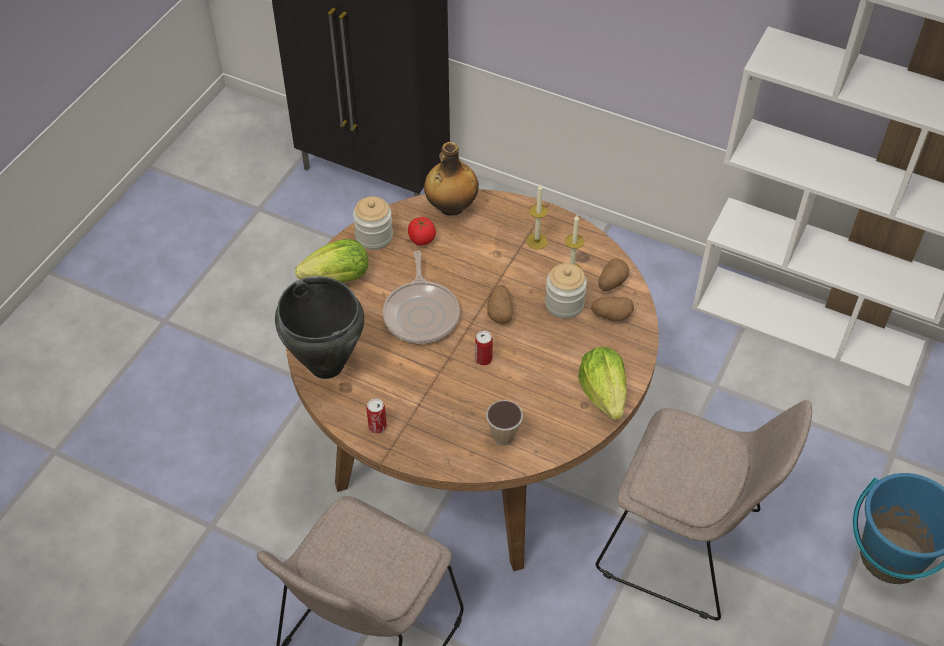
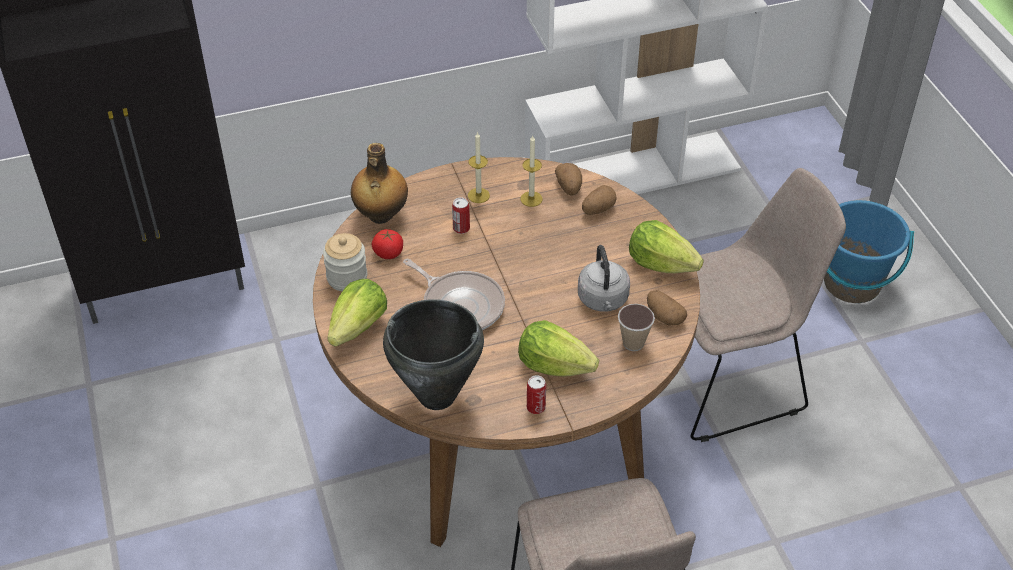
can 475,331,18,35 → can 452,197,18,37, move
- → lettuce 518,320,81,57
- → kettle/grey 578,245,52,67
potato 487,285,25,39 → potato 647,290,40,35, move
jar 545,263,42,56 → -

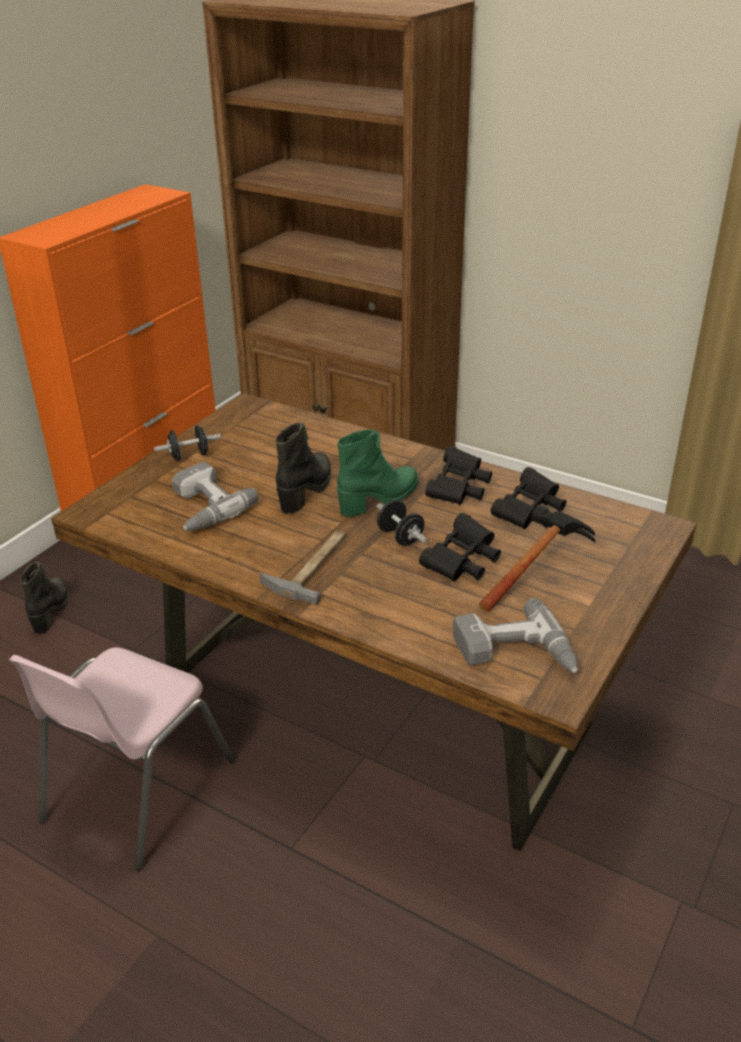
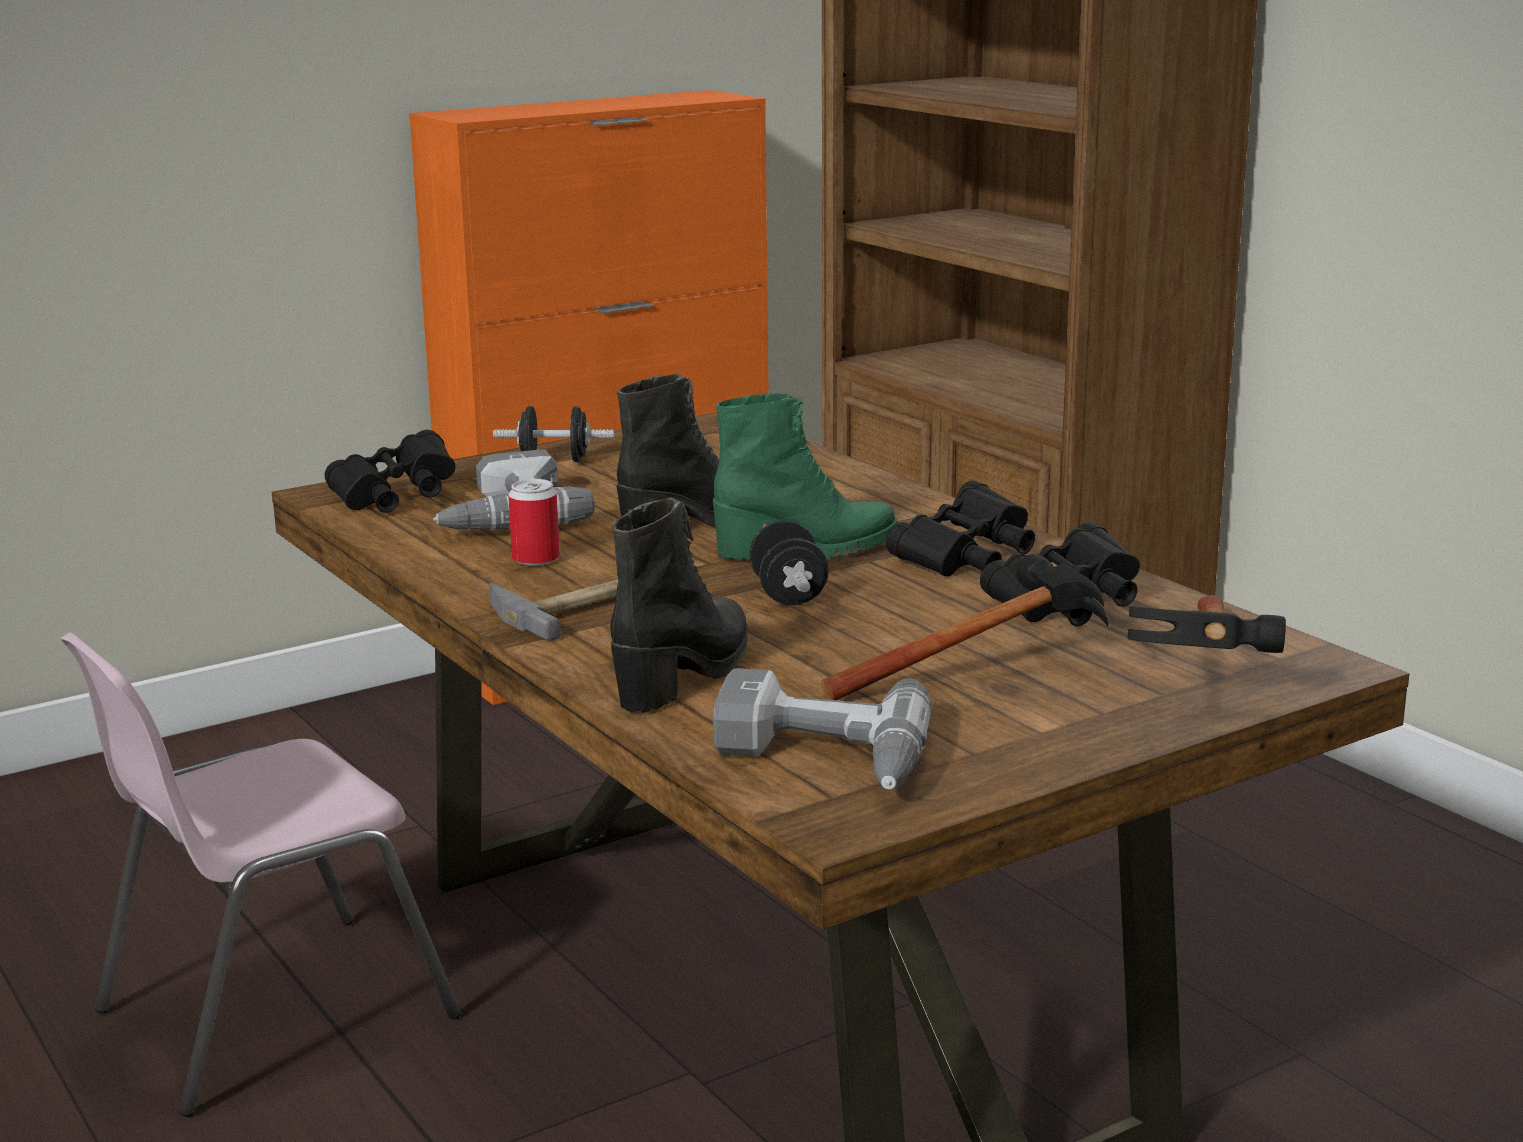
binoculars/black 419,513,82,68 → binoculars/black 324,430,132,83, move
- → can 508,479,52,87
boot/black 20,561,49,73 → boot/black 610,498,137,215, move
- → hammer 1127,595,159,58

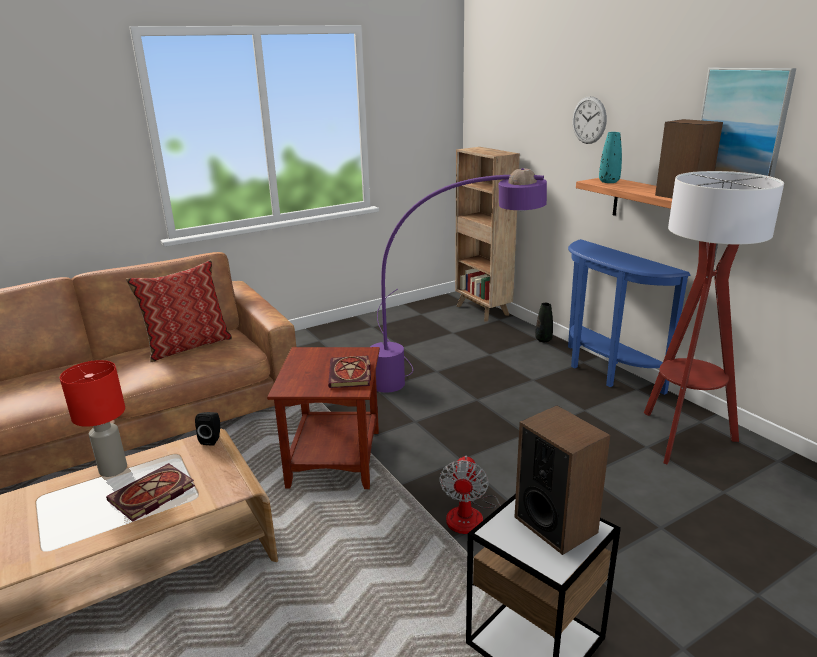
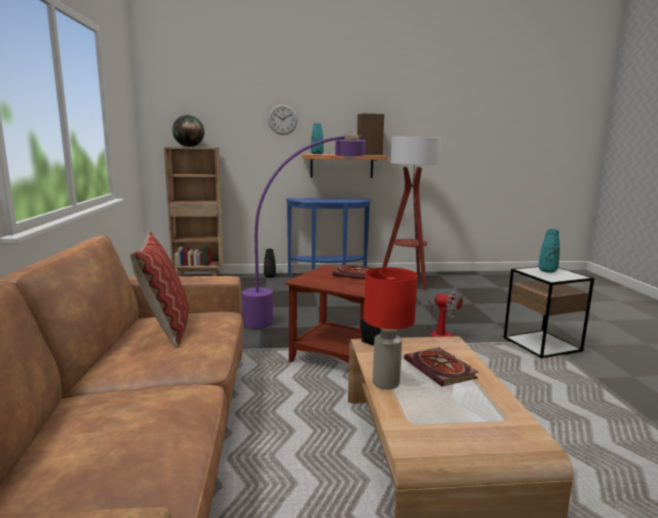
- → globe 172,115,32,32
speaker 514,405,96,150 → vase/turquoise 538,229,22,44
picture 700,67,96,110 → -

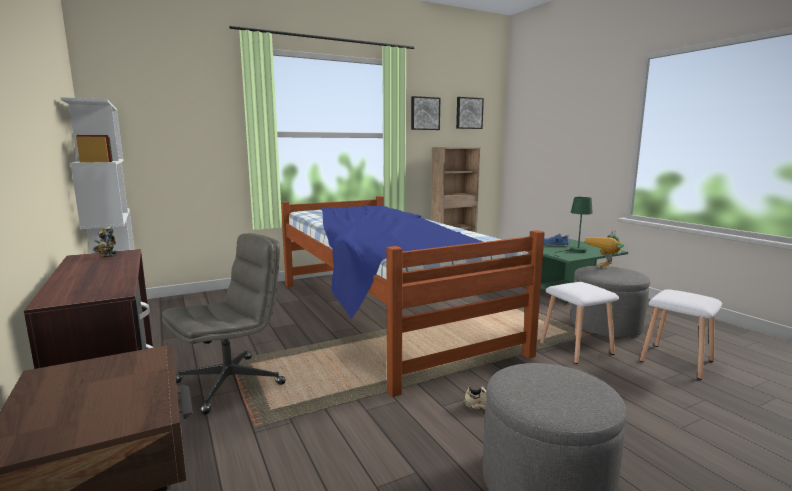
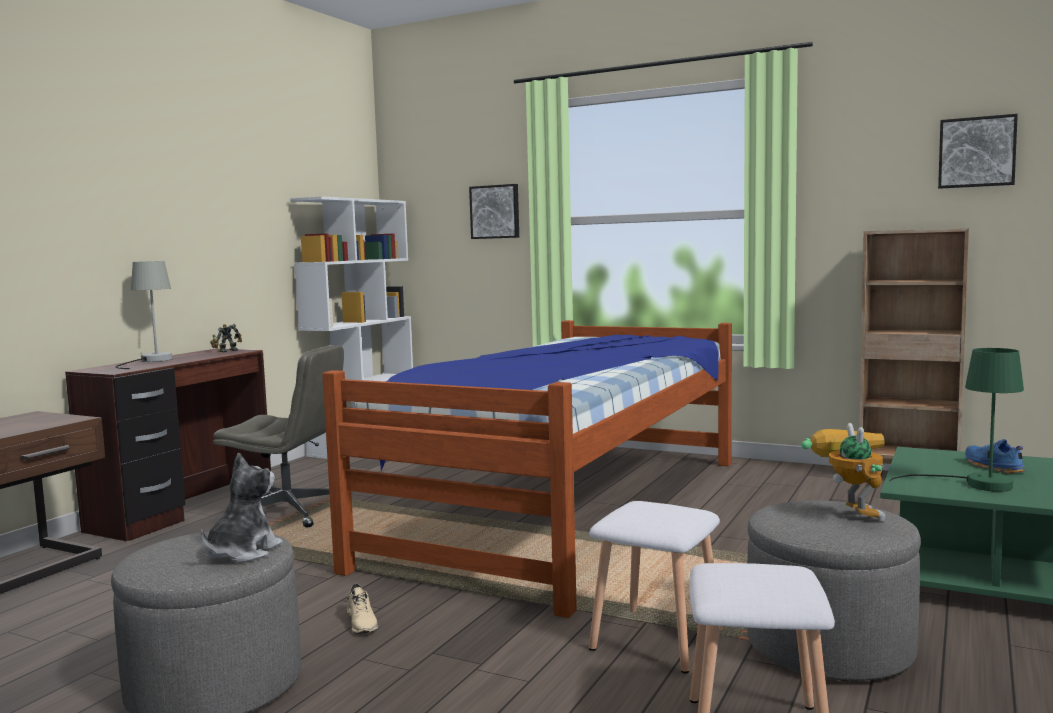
- → table lamp/grey 116,261,56,108
- → plush toy 201,453,82,110
picture 411,96,29,34 → picture 469,184,50,55, move
toy robot 585,229,39,39 → toy robot 801,423,85,98, 75 degrees clockwise

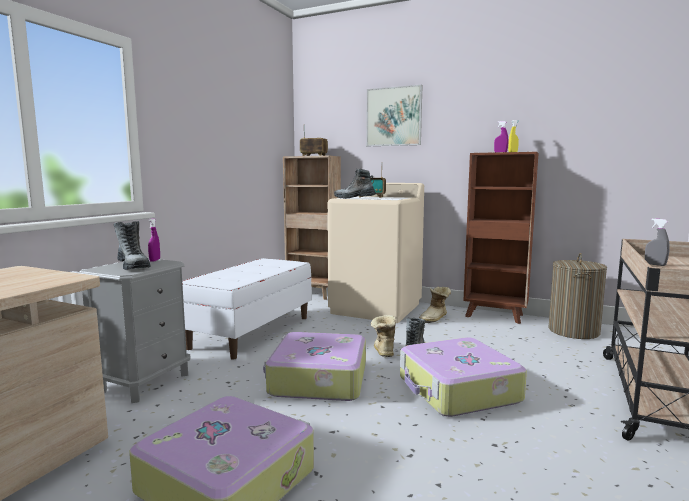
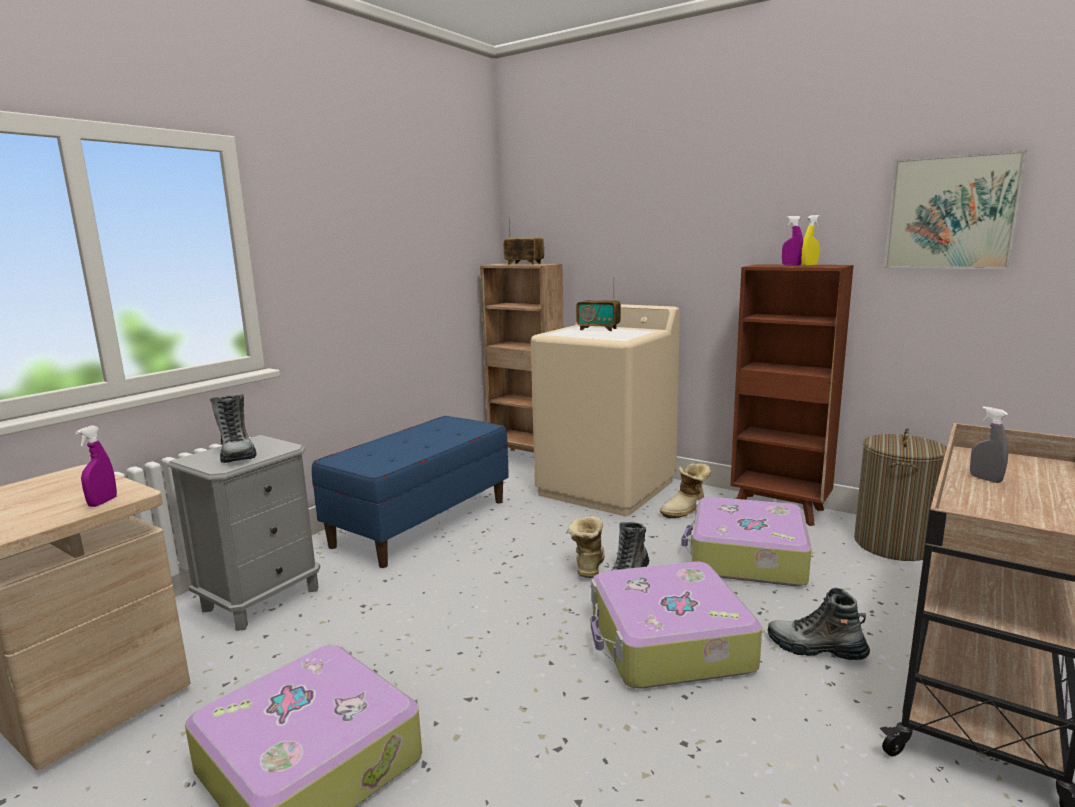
spray bottle/purple 148,218,12,44 → spray bottle/purple 75,425,42,82, move
bench/white 182,258,130,101 → bench/blue 312,416,197,152
suitcase 263,332,103,69 → suitcase 681,497,131,89, move
boot 334,169,42,30 → boot 767,588,103,72, move
picture 366,85,57,61 → picture 884,150,143,119, move

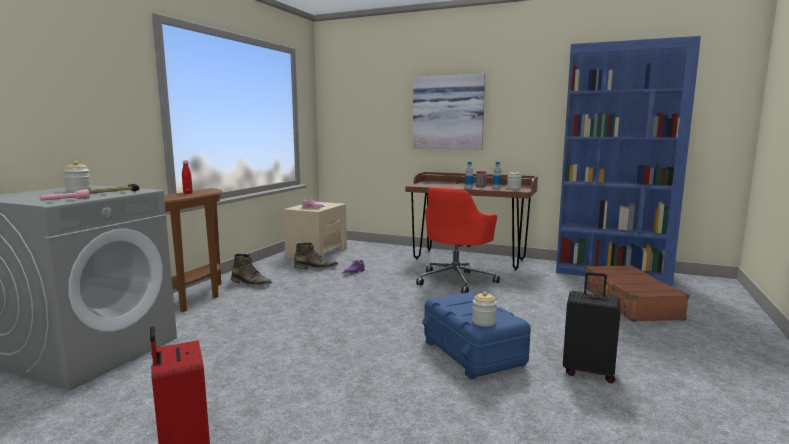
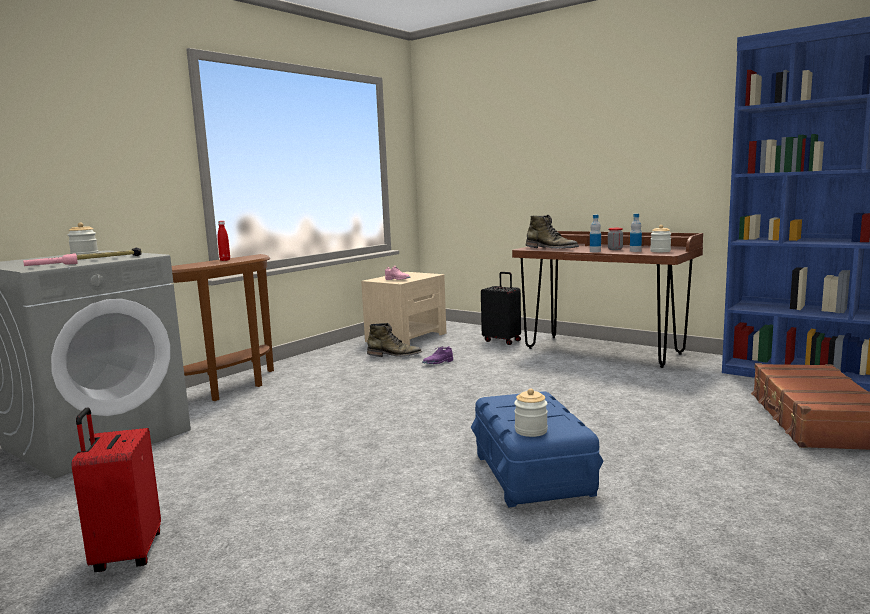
suitcase/black 563,272,58,111 → suitcase/black 481,272,40,73, move
boot/green 231,254,41,32 → boot/green 526,215,53,33, move
picture 413,74,72,76 → -
office chair/red 416,187,84,106 → -

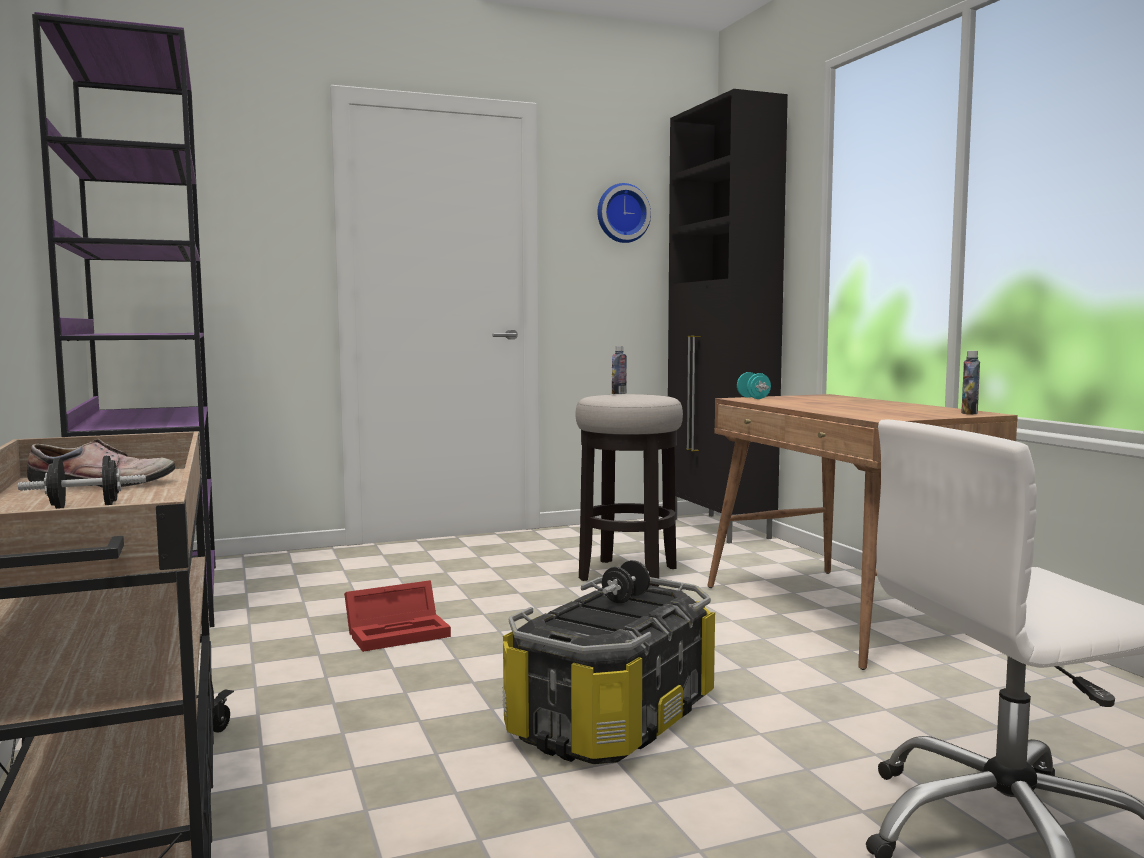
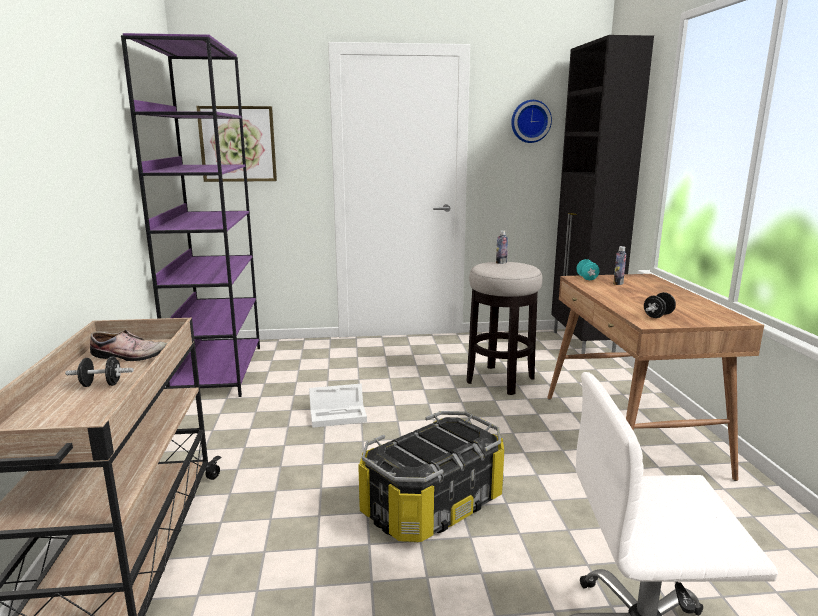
- → picture 196,106,81,76
storage box/red 344,580,107,72 → storage box/white 309,383,58,45
bottle 961,351,19,64 → bottle 613,246,14,39, move
dumbbell/black 602,560,48,43 → dumbbell/black 644,292,32,26, move

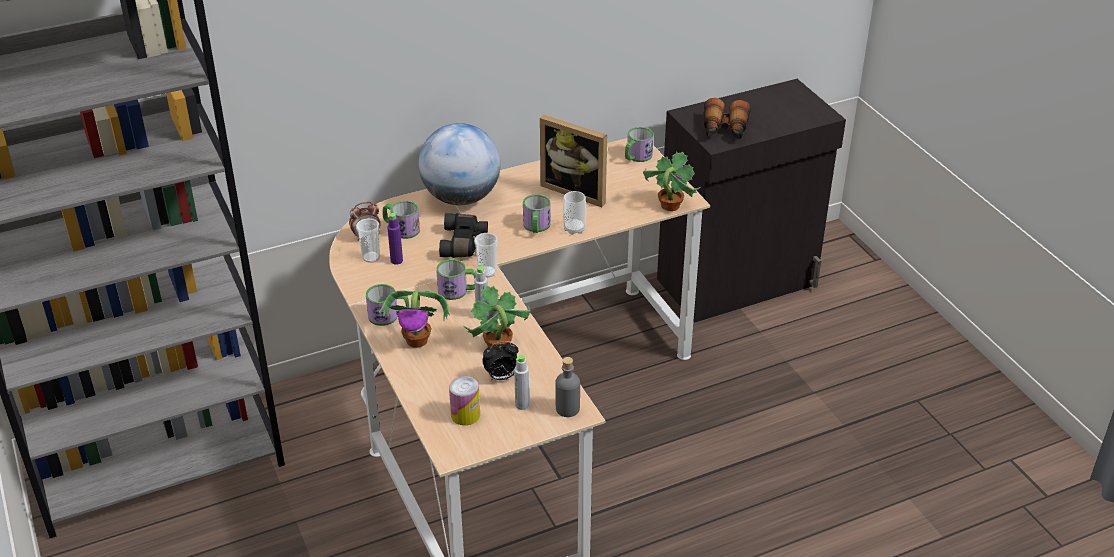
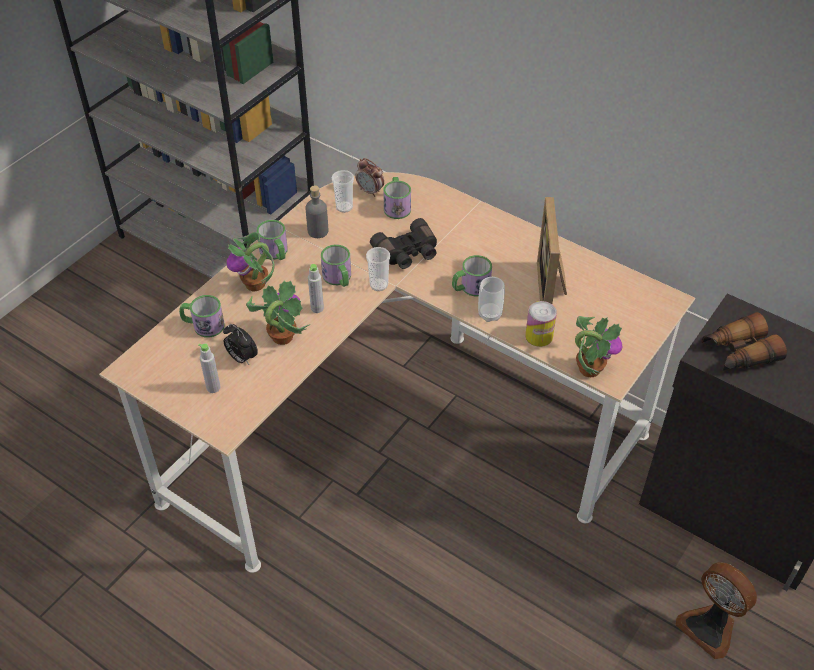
mug 625,127,29,35 → mug 179,295,46,43, move
bottle/grey 555,357,25,60 → bottle/grey 306,185,22,53, move
can 449,376,31,49 → can 525,301,32,46, move
- → fan 676,562,81,97
bottle/purple 387,212,16,53 → -
globe 418,123,82,82 → -

